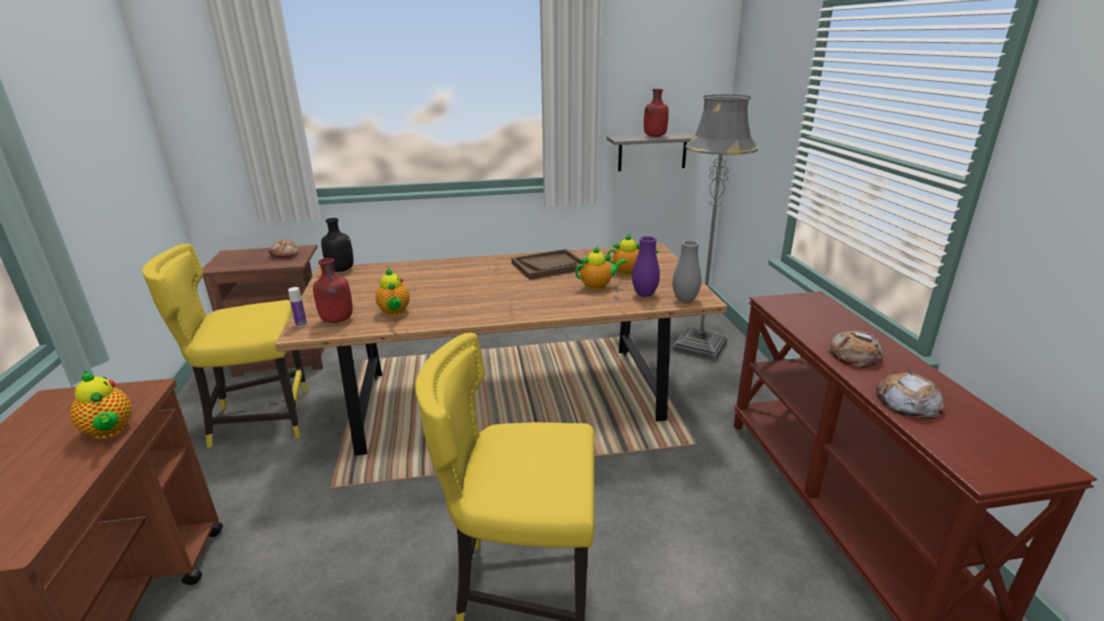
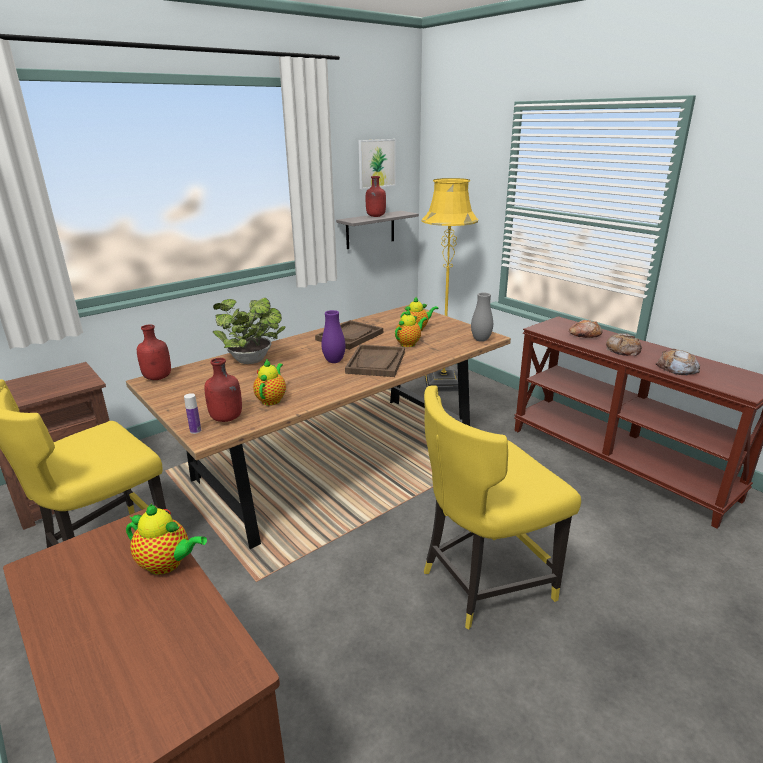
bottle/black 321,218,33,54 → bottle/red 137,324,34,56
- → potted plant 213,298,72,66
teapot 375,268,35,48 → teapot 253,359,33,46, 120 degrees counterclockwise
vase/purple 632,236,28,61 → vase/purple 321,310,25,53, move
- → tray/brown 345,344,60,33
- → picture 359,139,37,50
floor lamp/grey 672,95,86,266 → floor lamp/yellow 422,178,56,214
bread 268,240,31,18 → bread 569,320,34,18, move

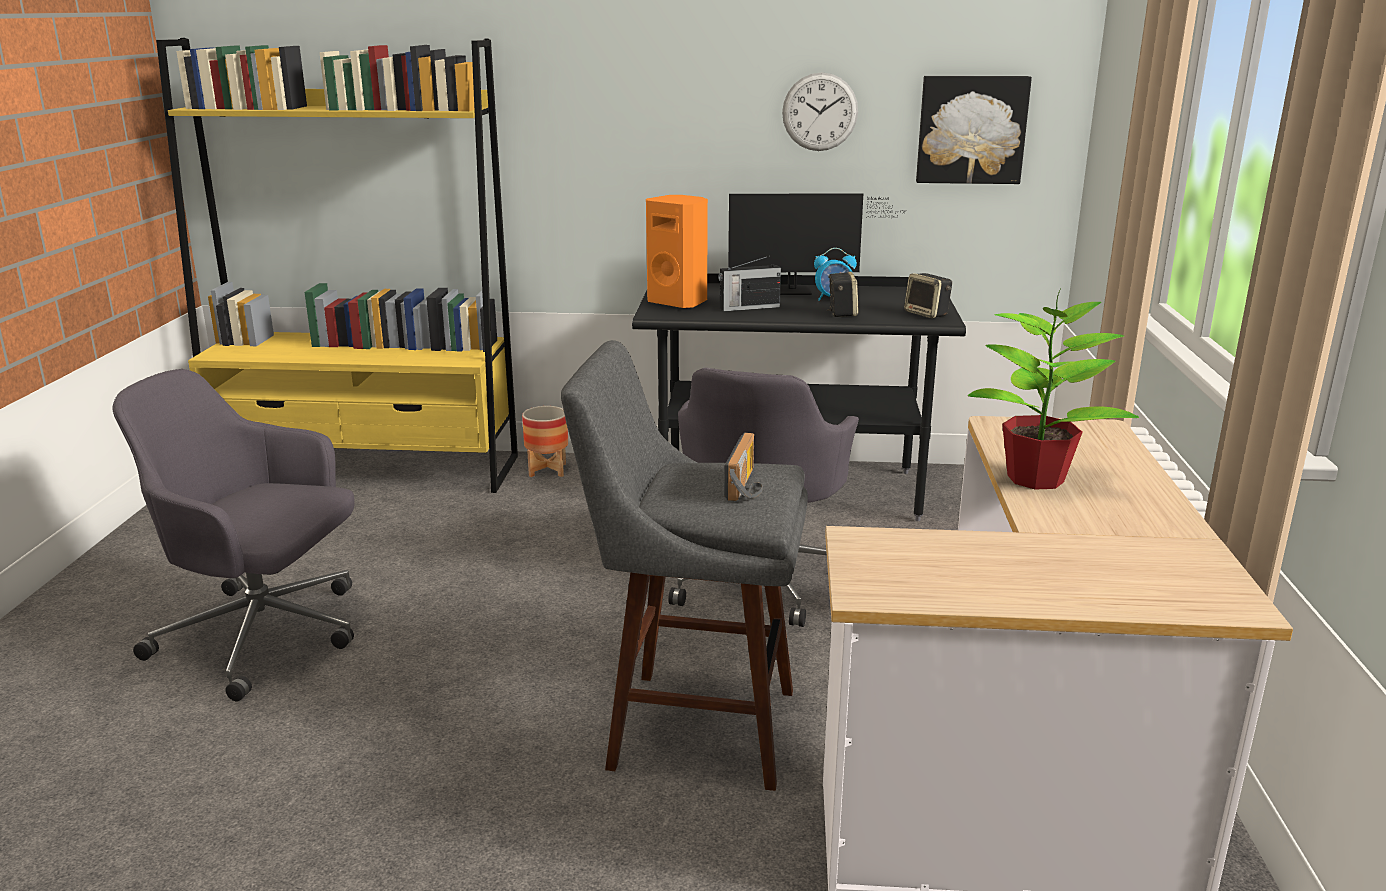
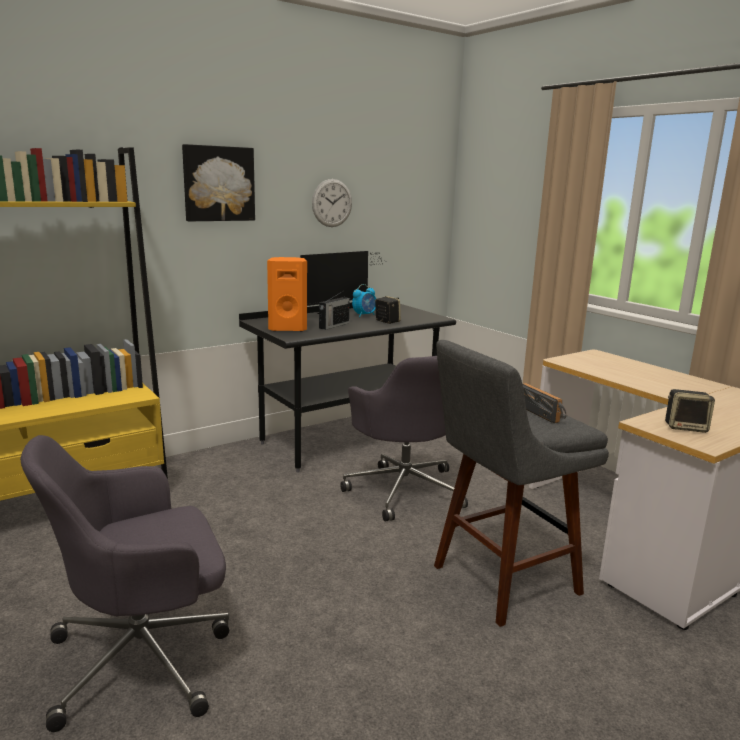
picture 916,76,116,108 → picture 182,144,73,77, move
speaker 904,273,48,45 → speaker 665,389,50,44, move
planter 522,406,46,71 → -
potted plant 968,289,171,201 → -

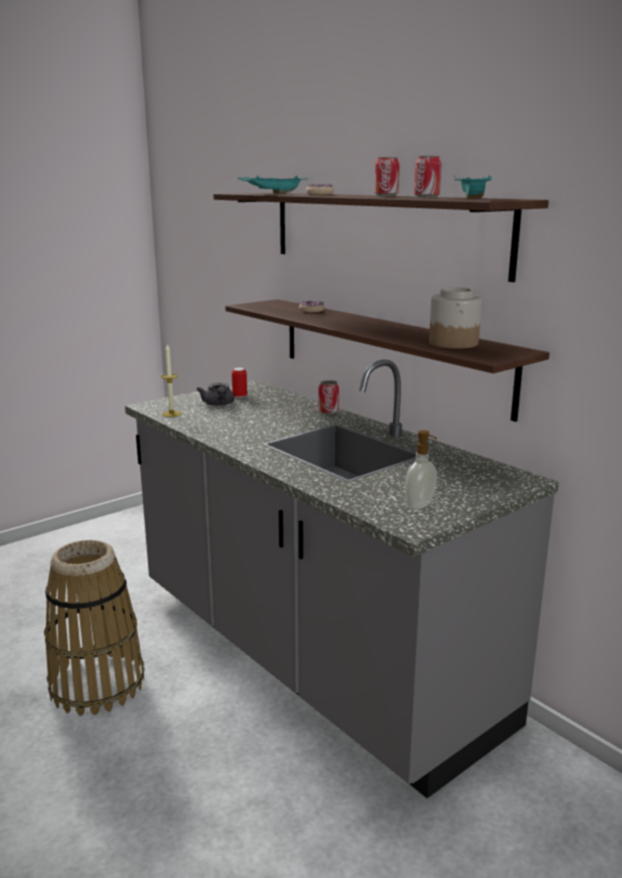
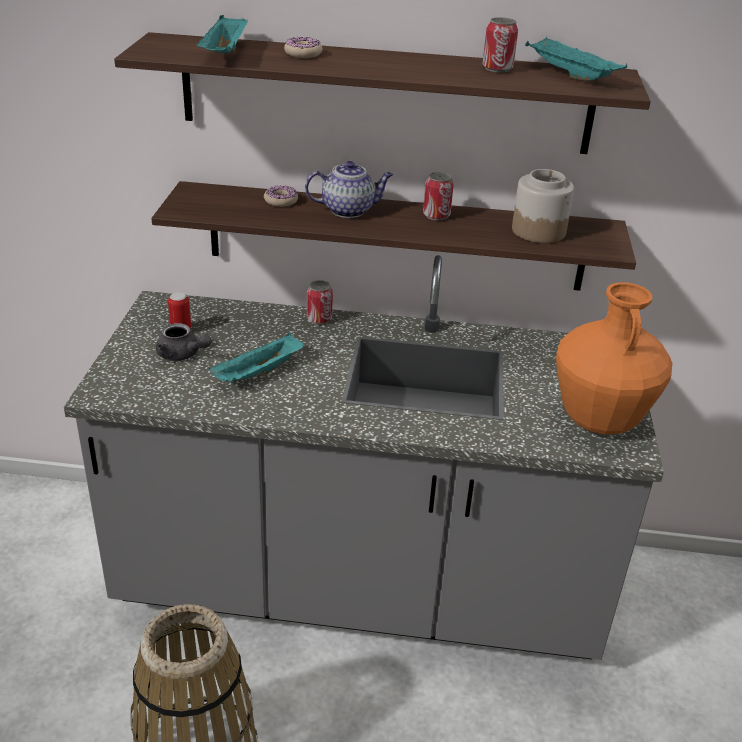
- → tray/turquoise 209,333,95,50
- → teapot 305,161,88,57
can 374,157,26,39 → can 423,172,31,48, move
soap dispenser 405,430,32,80 → vase/orange 556,282,116,152
candle 161,344,21,73 → -

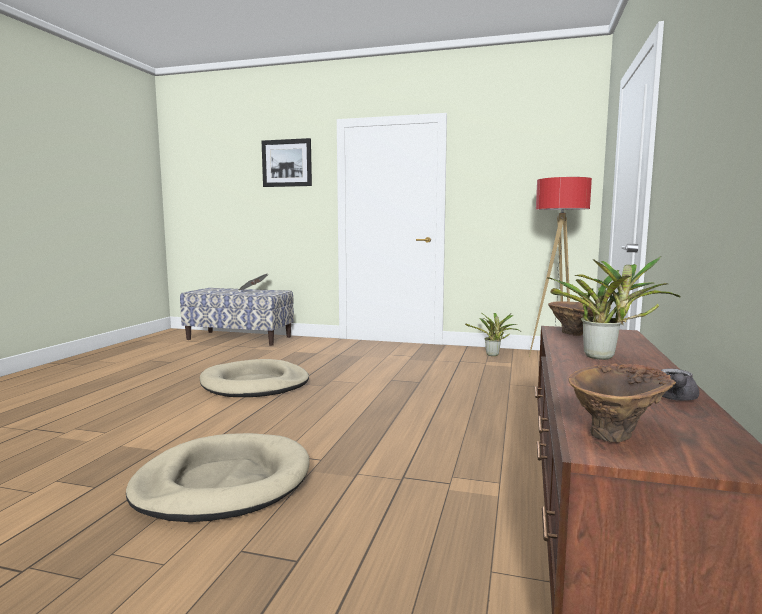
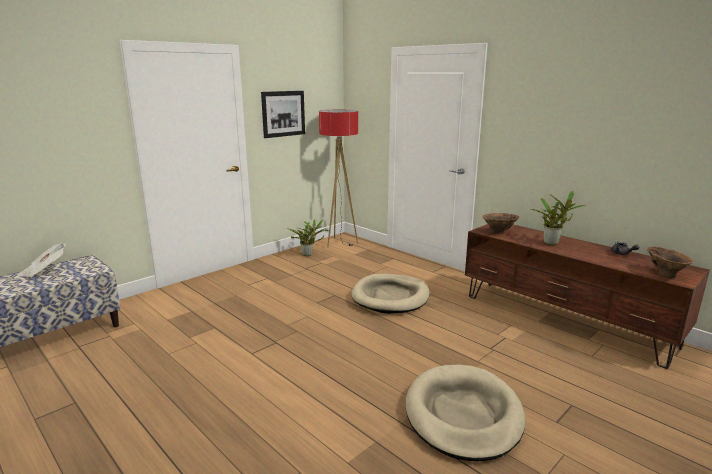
picture 262,138,50,49 → picture 261,91,44,47, move
dog bed/beige 200,359,109,38 → dog bed/beige 351,274,79,40, move

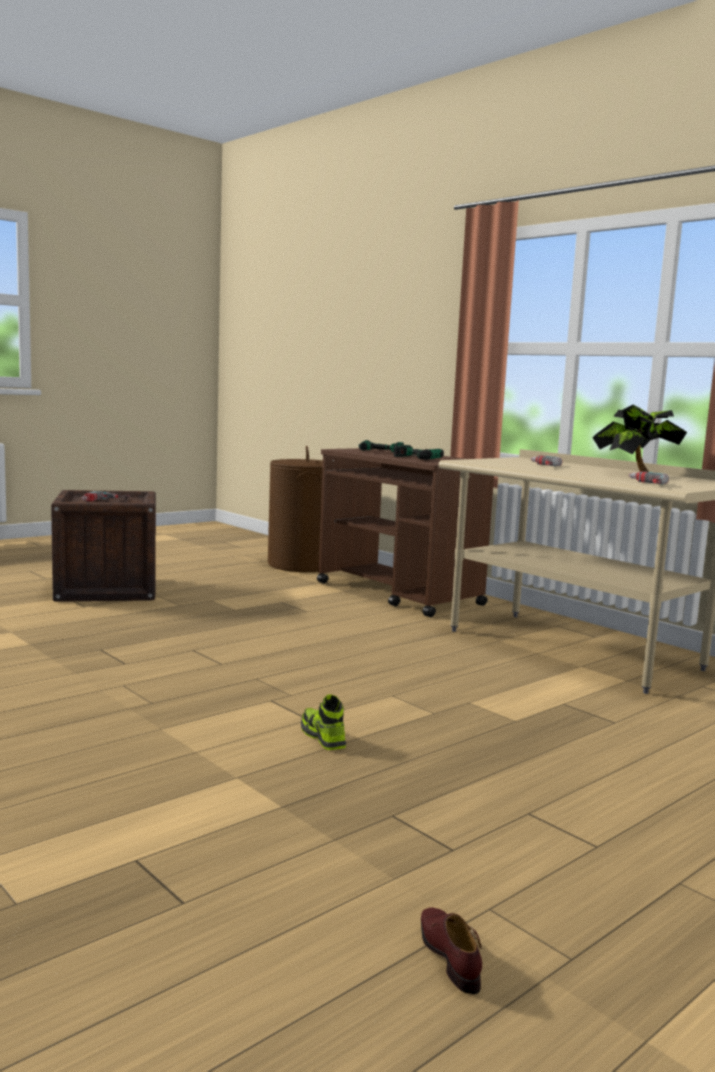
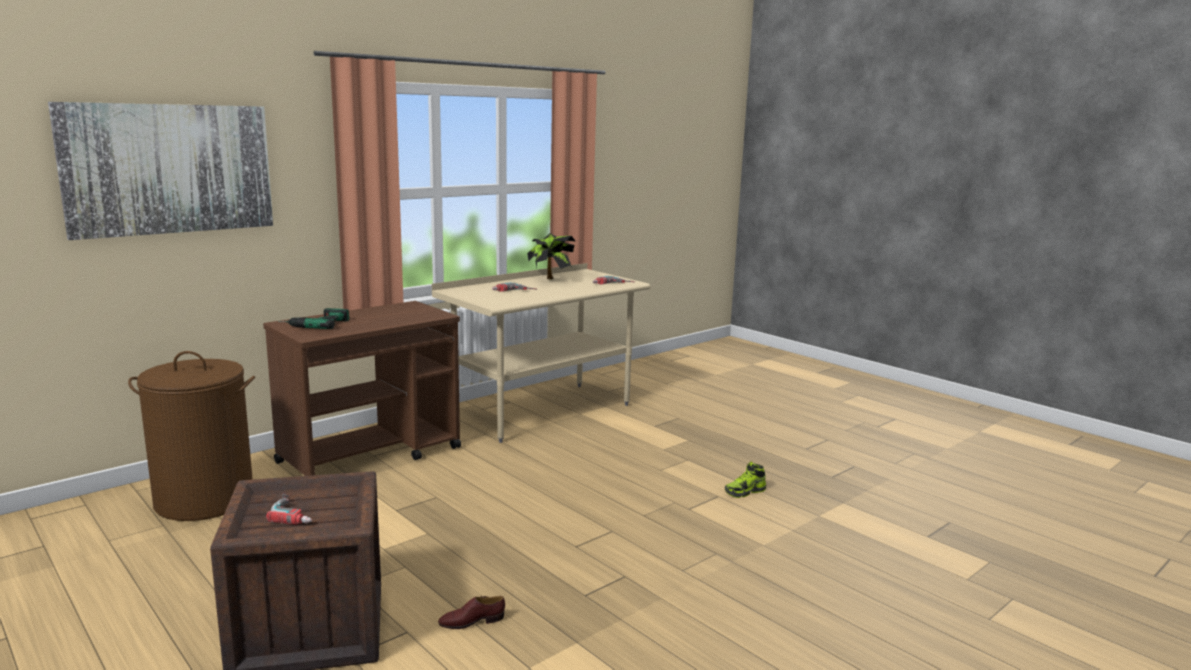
- → picture 48,102,225,138
shoe/brown 421,907,61,87 → shoe/brown 438,596,67,33, move
power drill 394,445,50,15 → -

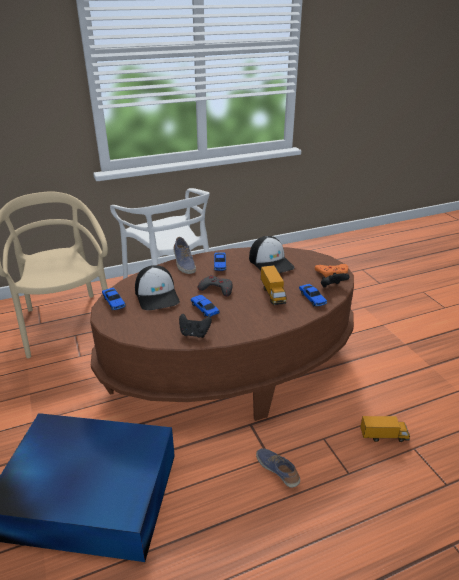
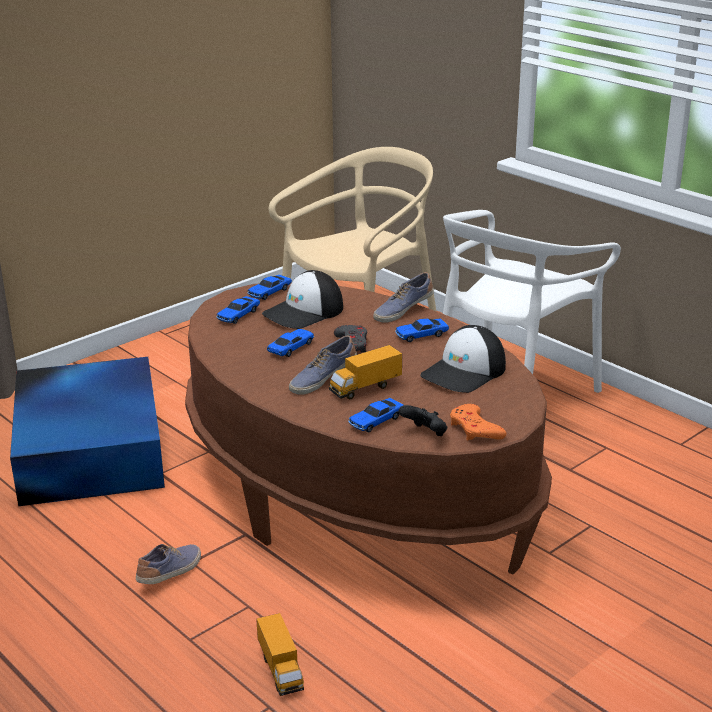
- → toy car 216,296,44,28
- → shoe 289,335,68,60
game controller/black 179,314,33,24 → -

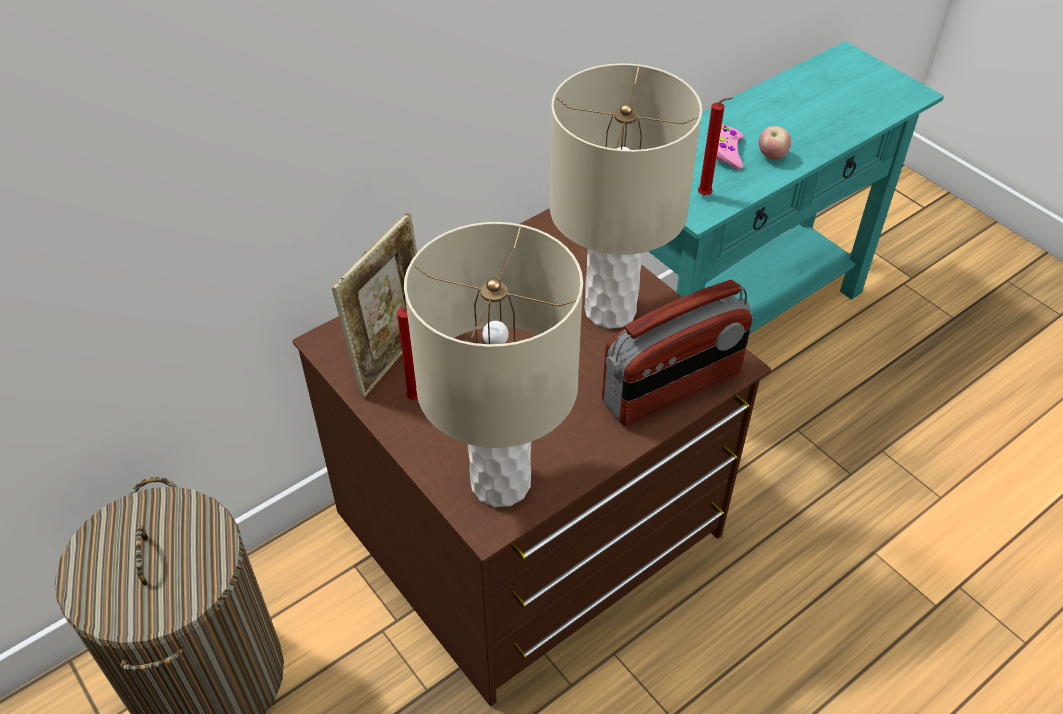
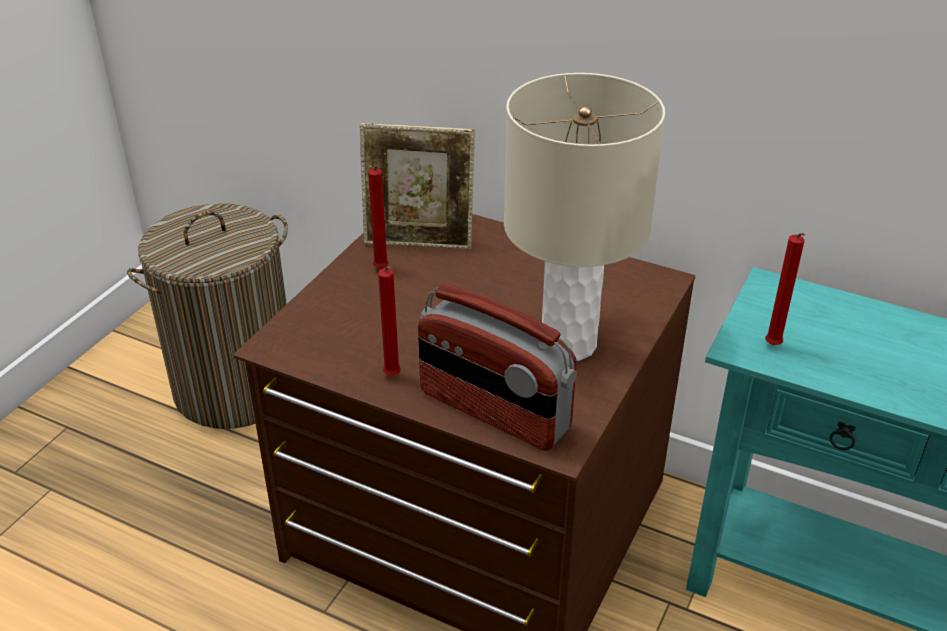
- → candle/red 378,266,23,110
table lamp/beige 404,222,179,285 → -
game controller/pink 716,125,28,45 → -
apple 759,126,32,34 → -

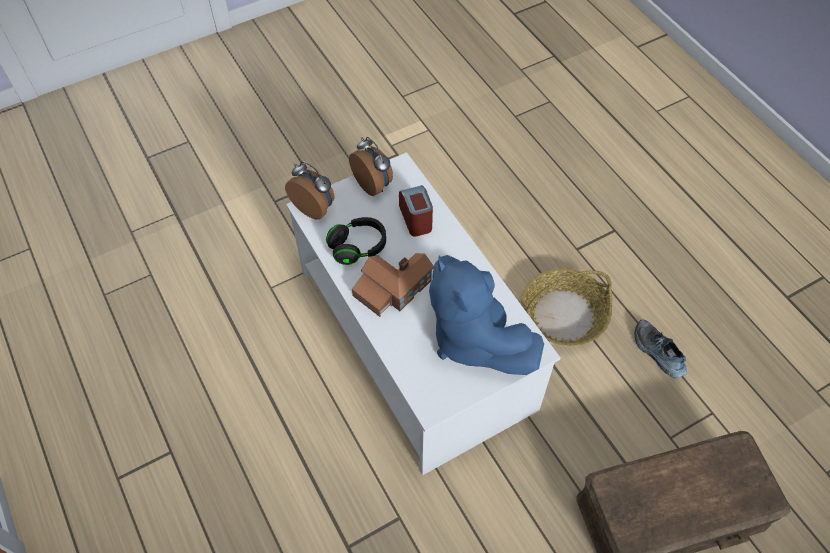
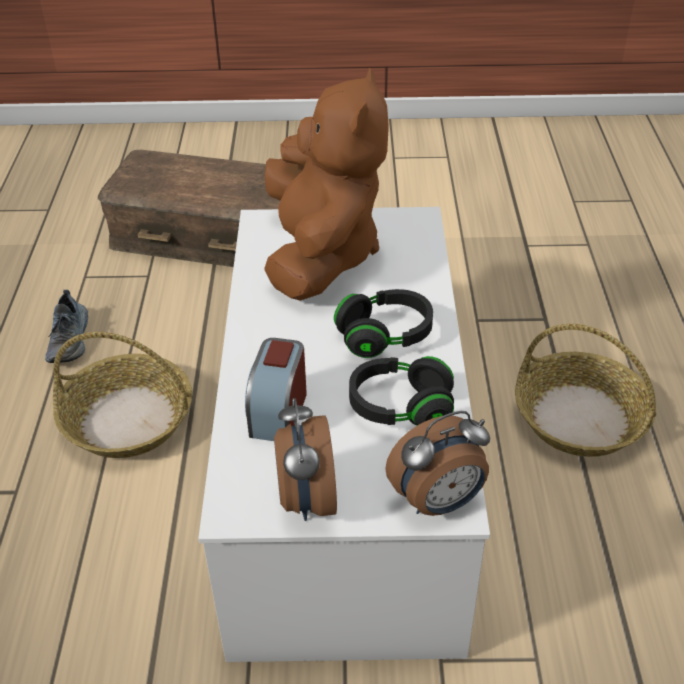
plush toy/blue 429,255,115,120 → plush toy/brown 264,67,125,234
toy house 352,253,82,64 → headphones/black 334,289,99,69
alarm clock 285,161,50,58 → alarm clock 385,411,105,105, 90 degrees counterclockwise
- → basket 515,324,141,133

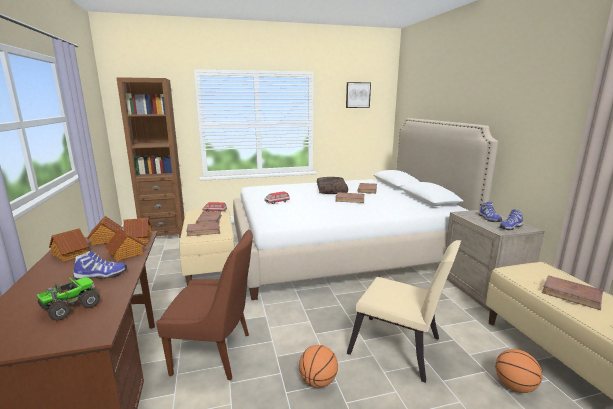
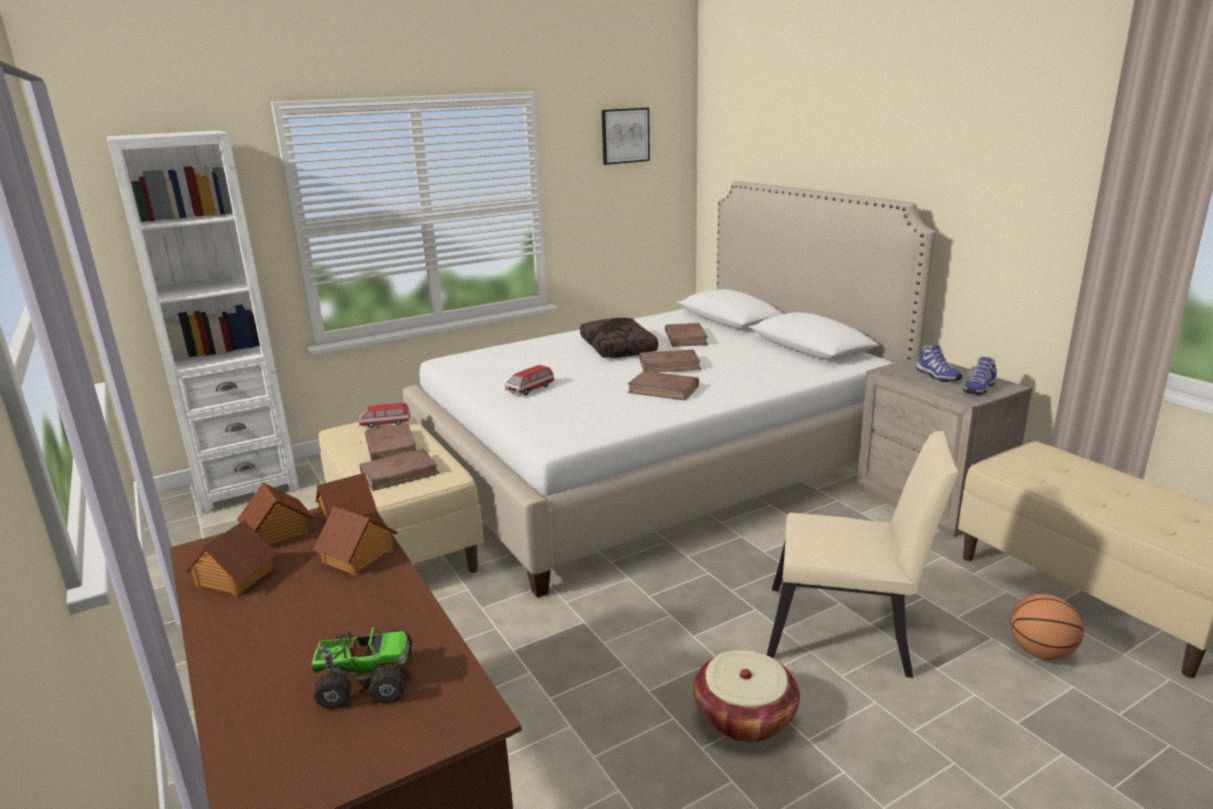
bookcase/brown 116,77,69,161 → bookcase/white 107,130,193,385
toy truck 37,277,63,44 → toy truck 312,627,100,82, 60 degrees clockwise
book/brown 542,275,61,35 → book/brown 628,371,71,29, move
basketball 299,345,39,43 → basket 693,650,107,92
shoe 73,250,54,30 → -
chair/brown 156,229,97,151 → -

